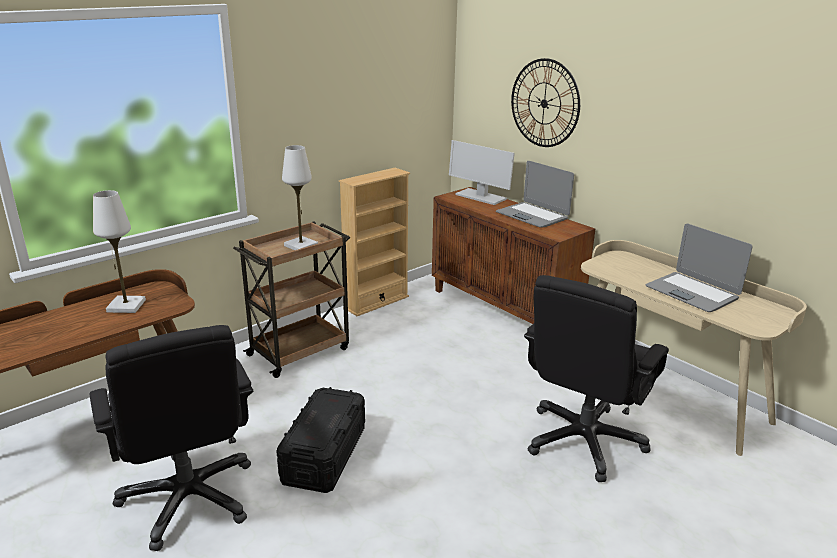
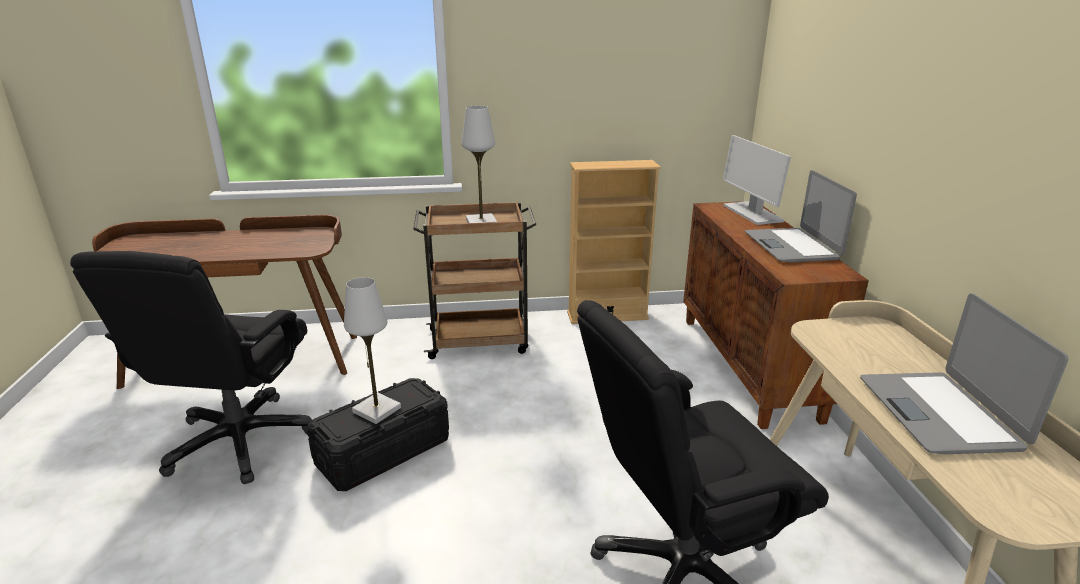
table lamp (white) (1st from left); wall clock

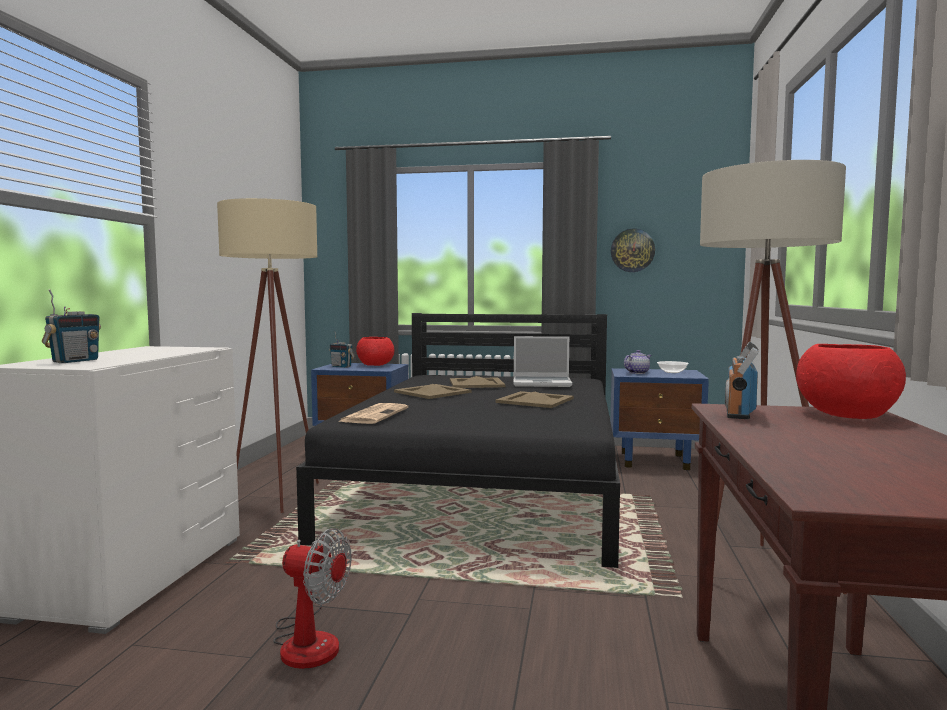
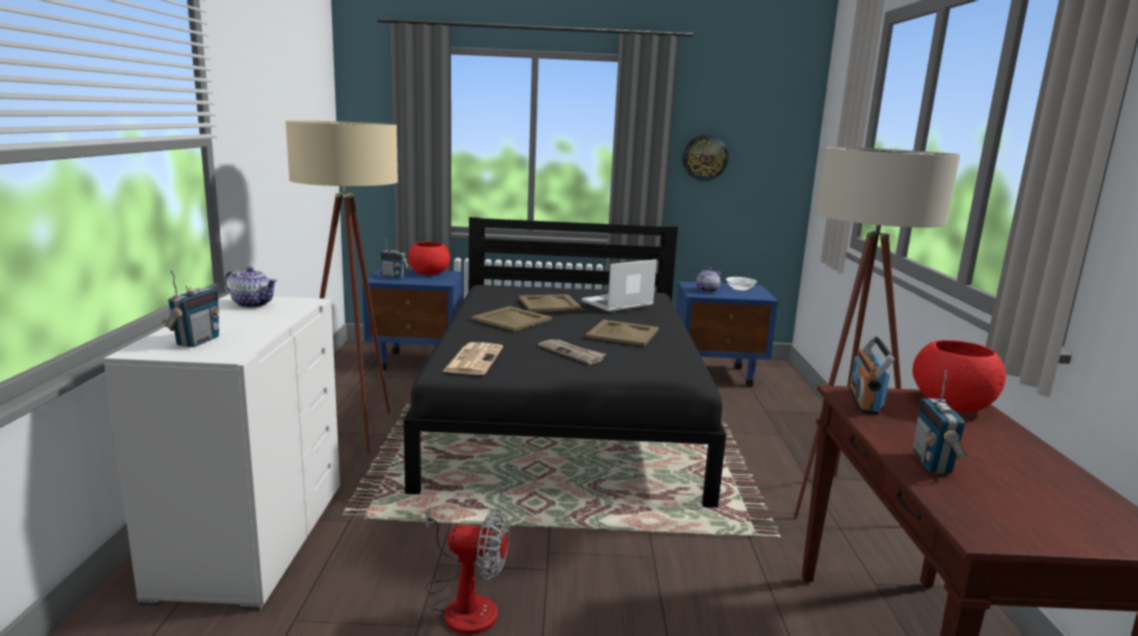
laptop; teapot (1st from left); newspaper (2nd from left); radio (4th from left)

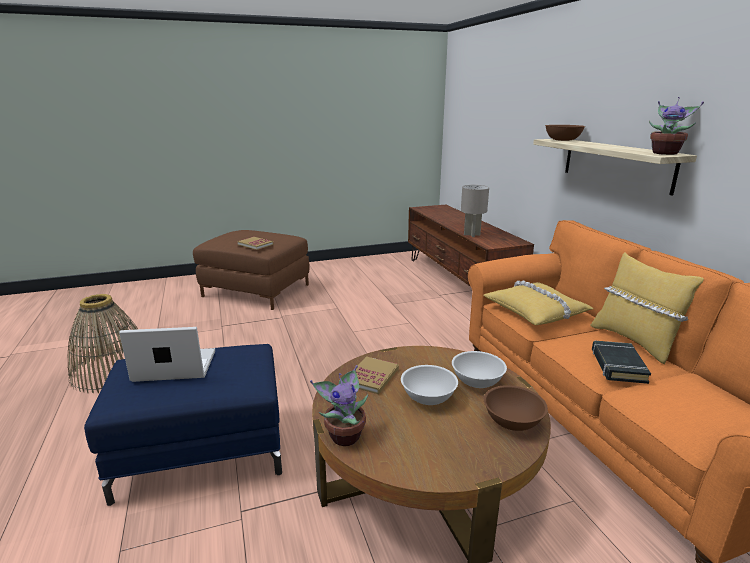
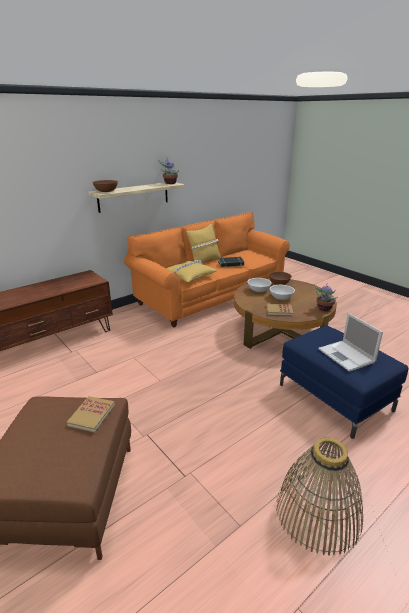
table lamp (grey)

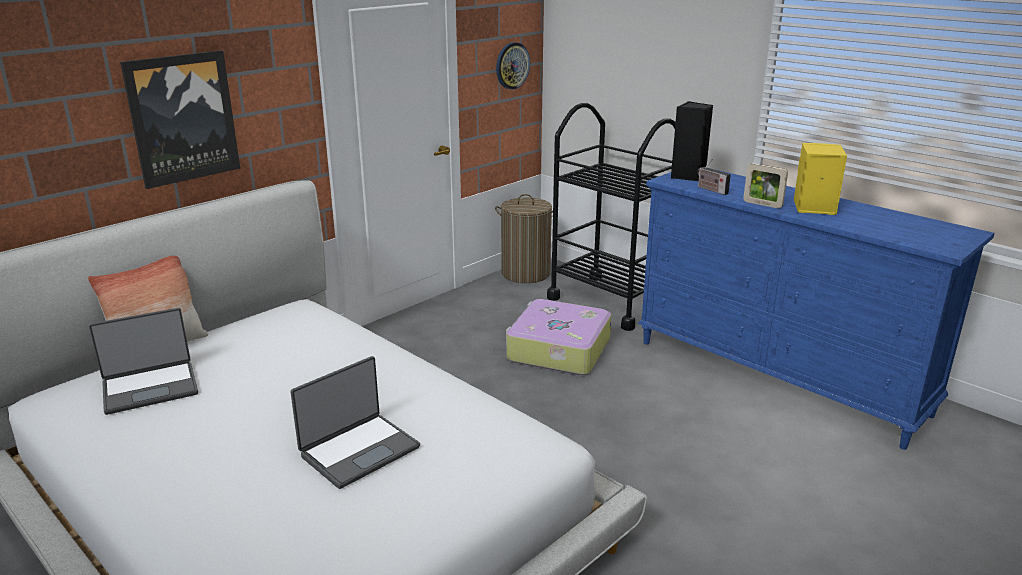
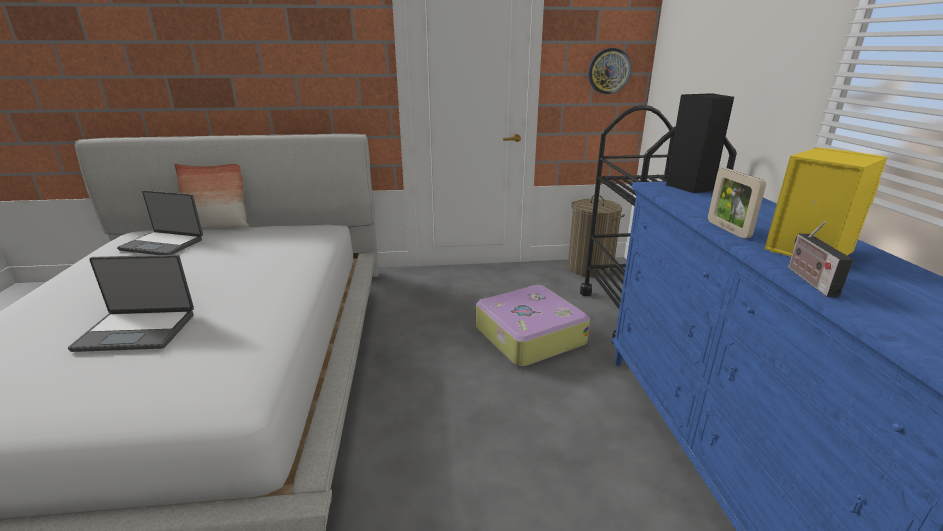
picture; radio

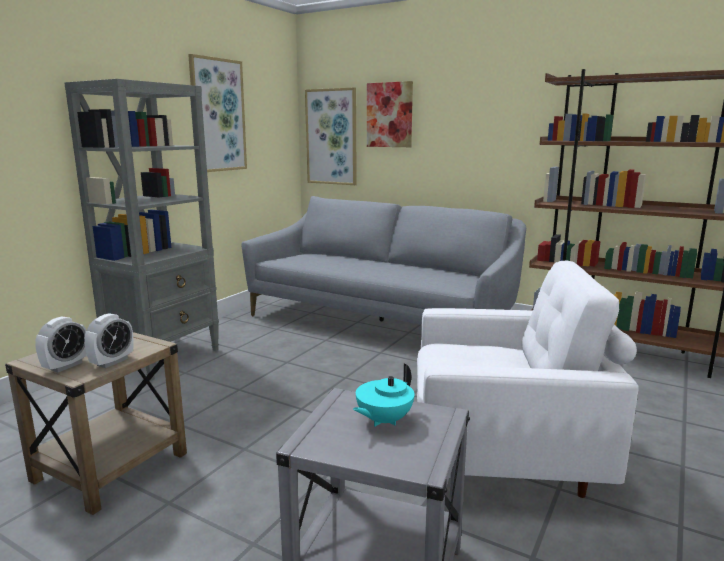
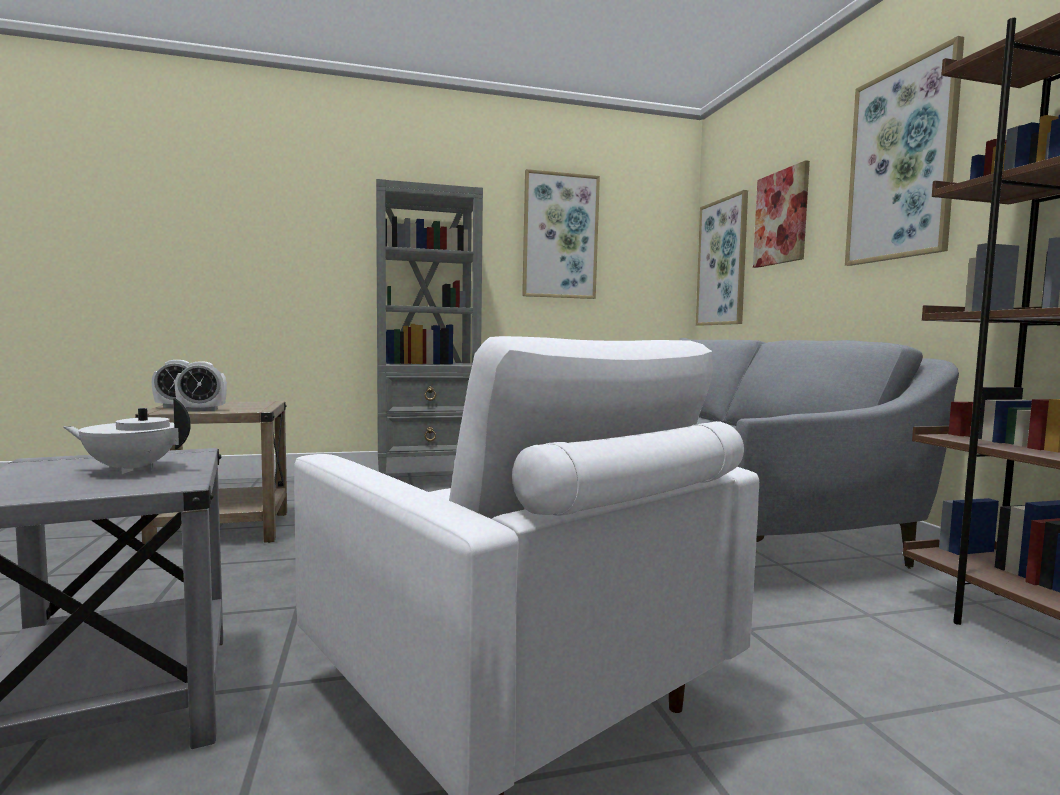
teapot (white); picture (4th from left)

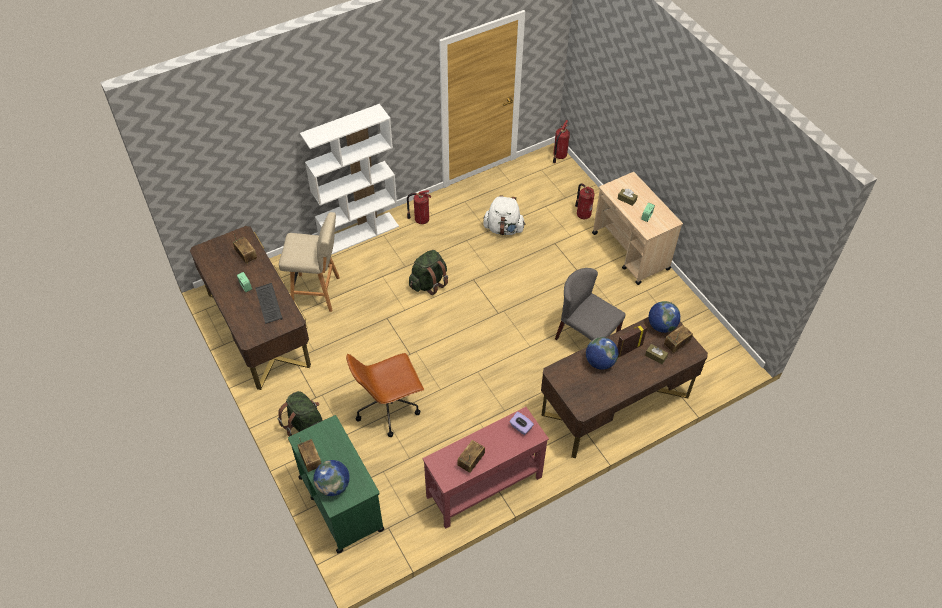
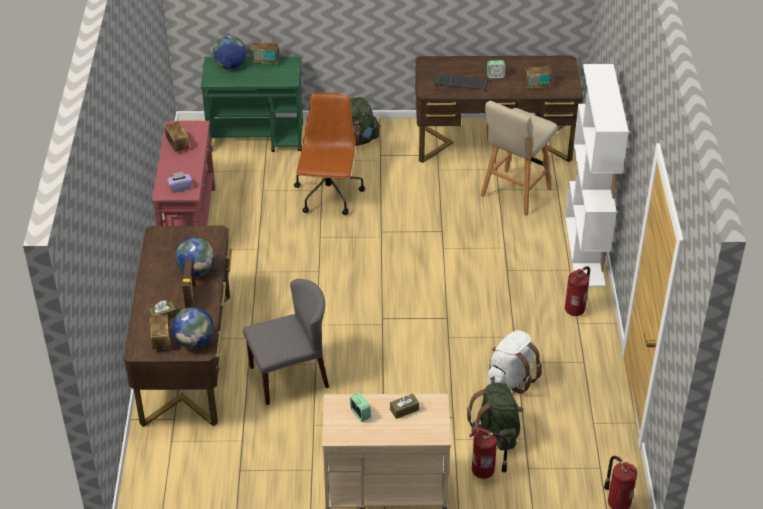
backpack (green) (2nd from left)

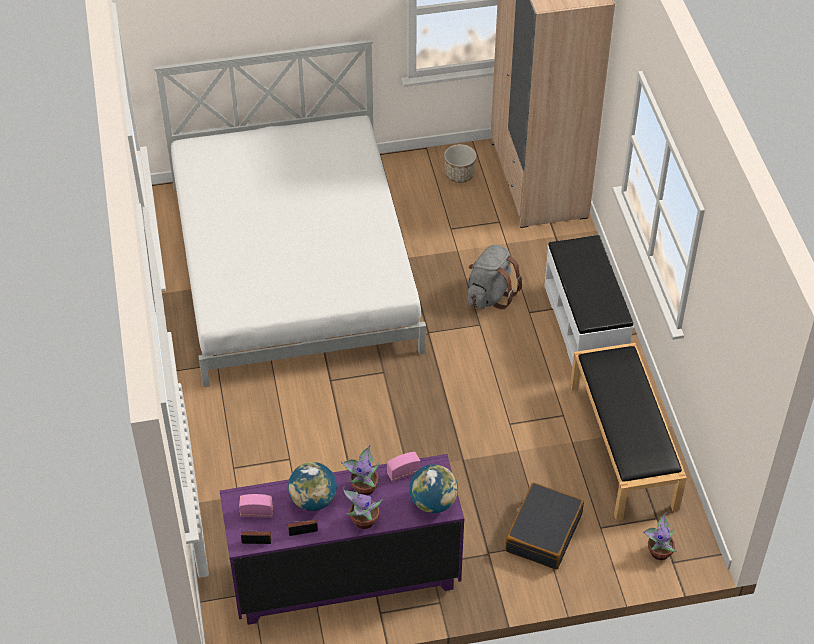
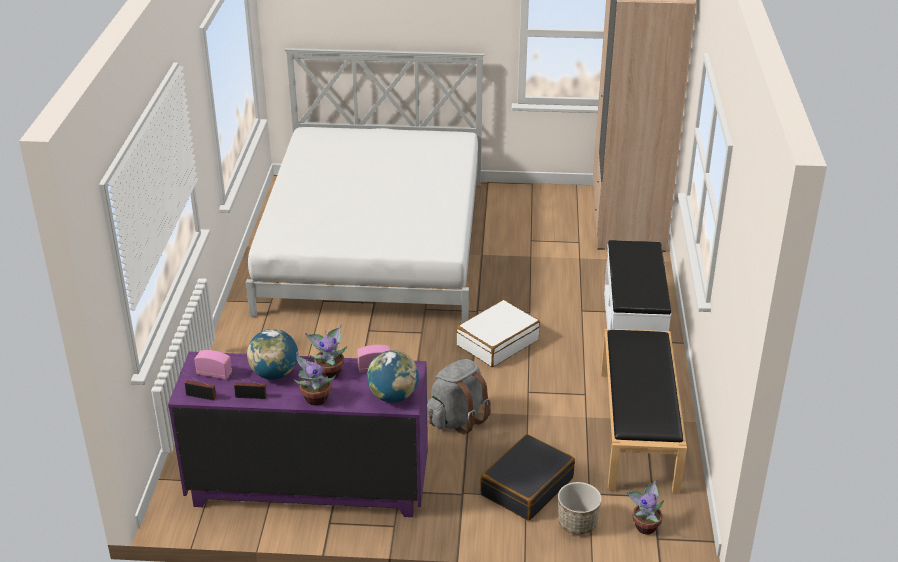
planter; backpack (grey); suitcase (white)

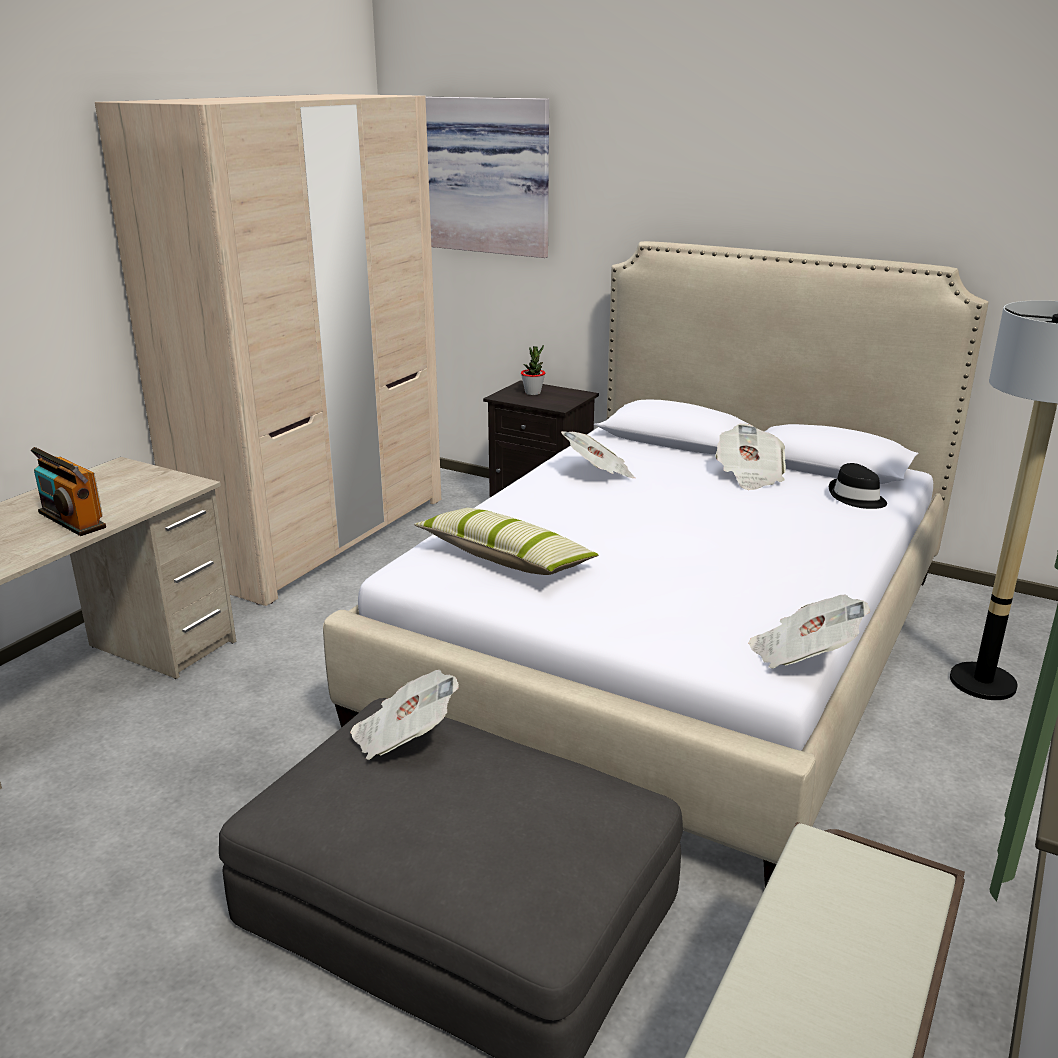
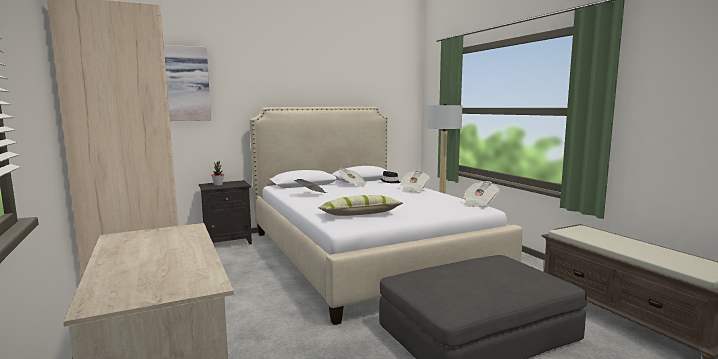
radio; newspaper (3rd from left)

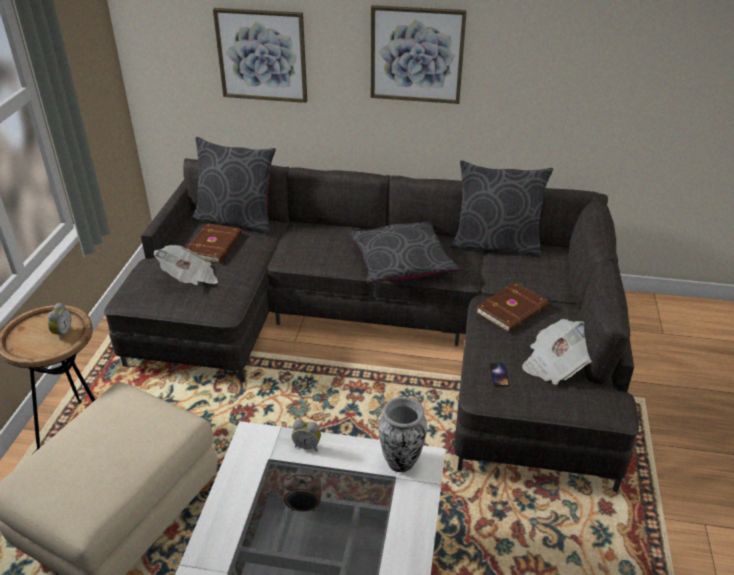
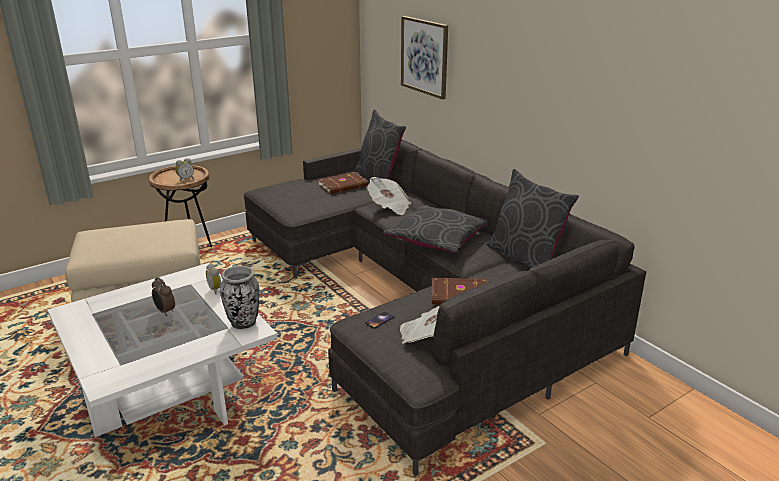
newspaper (1st from left); picture (2nd from left in the first image)

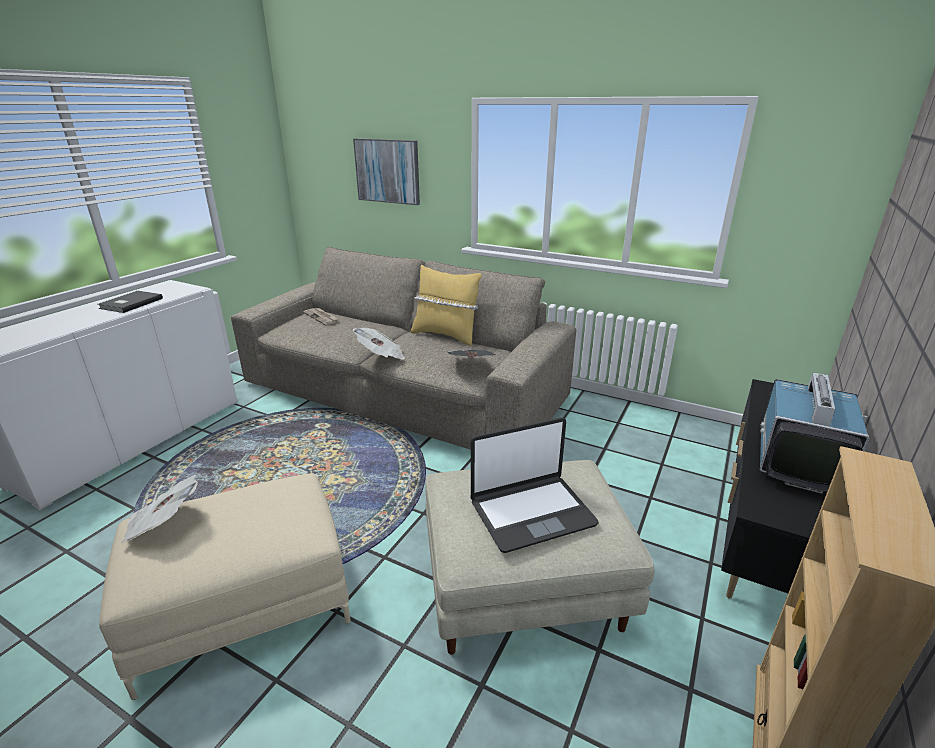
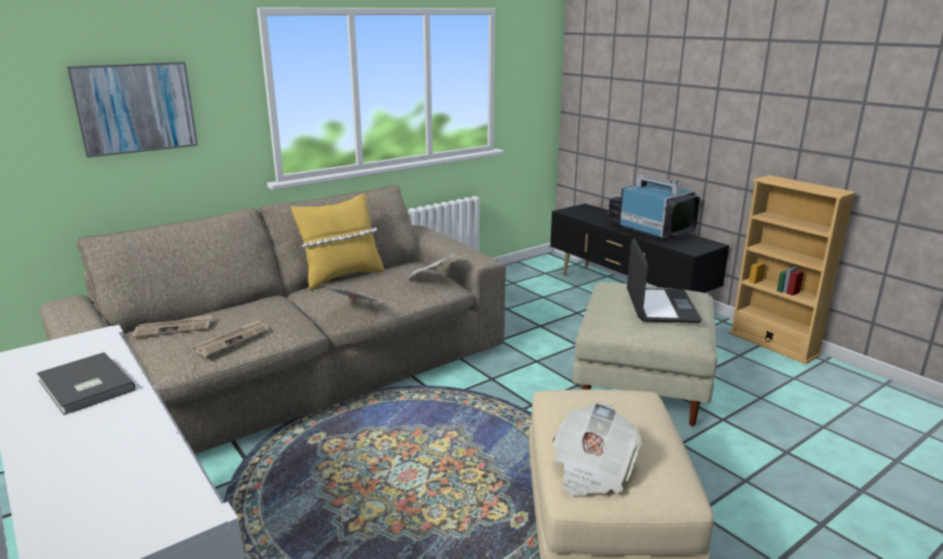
newspaper (2nd from left)

